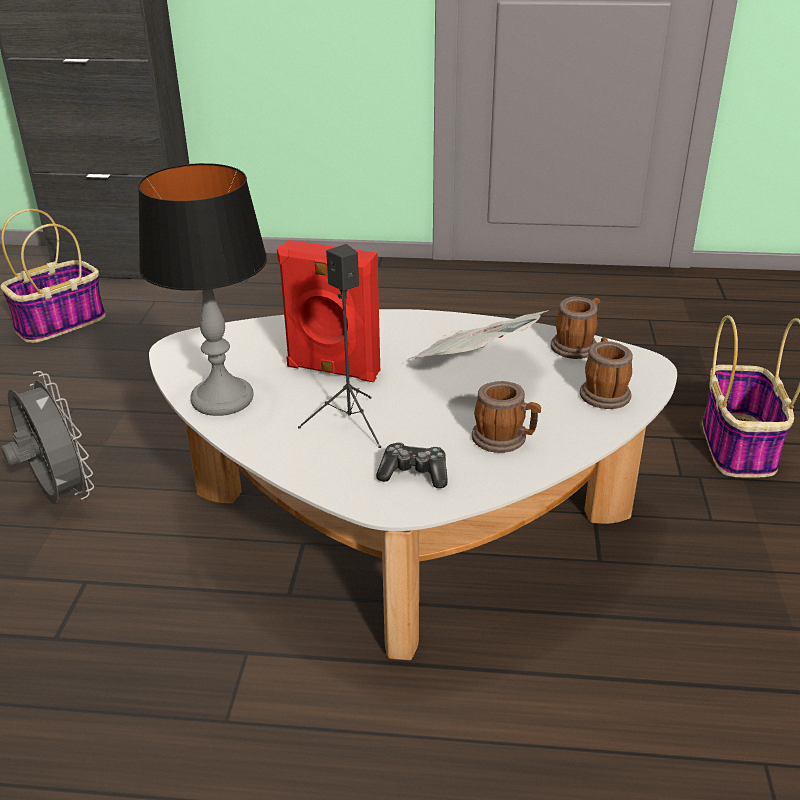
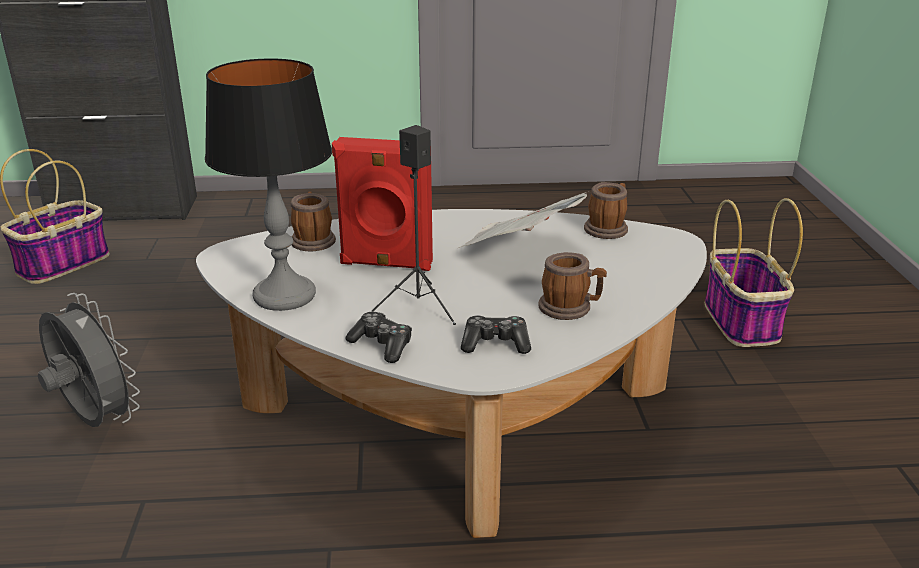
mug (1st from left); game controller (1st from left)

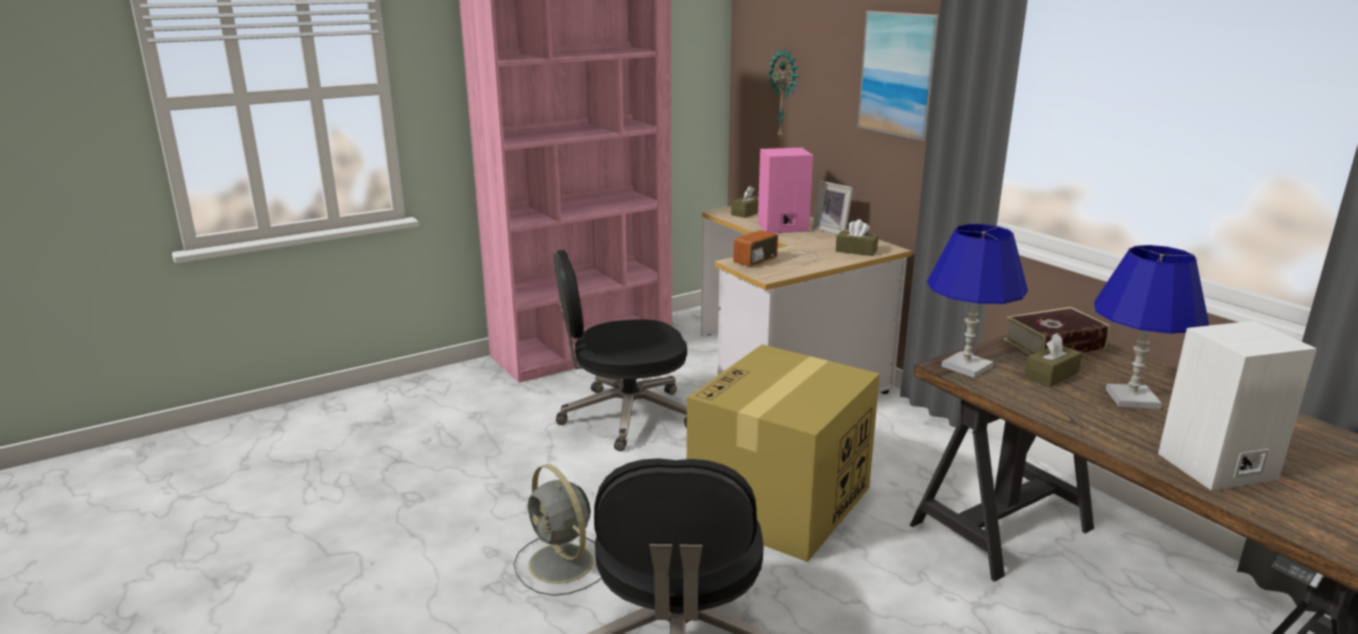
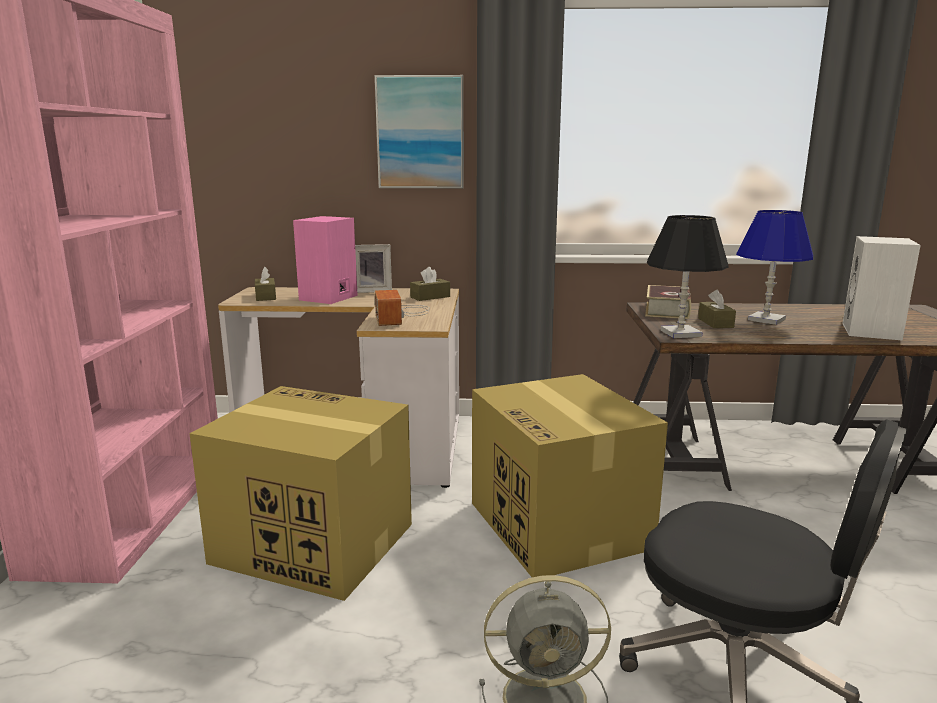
cardboard box (1st from left); wall clock; table lamp (black)

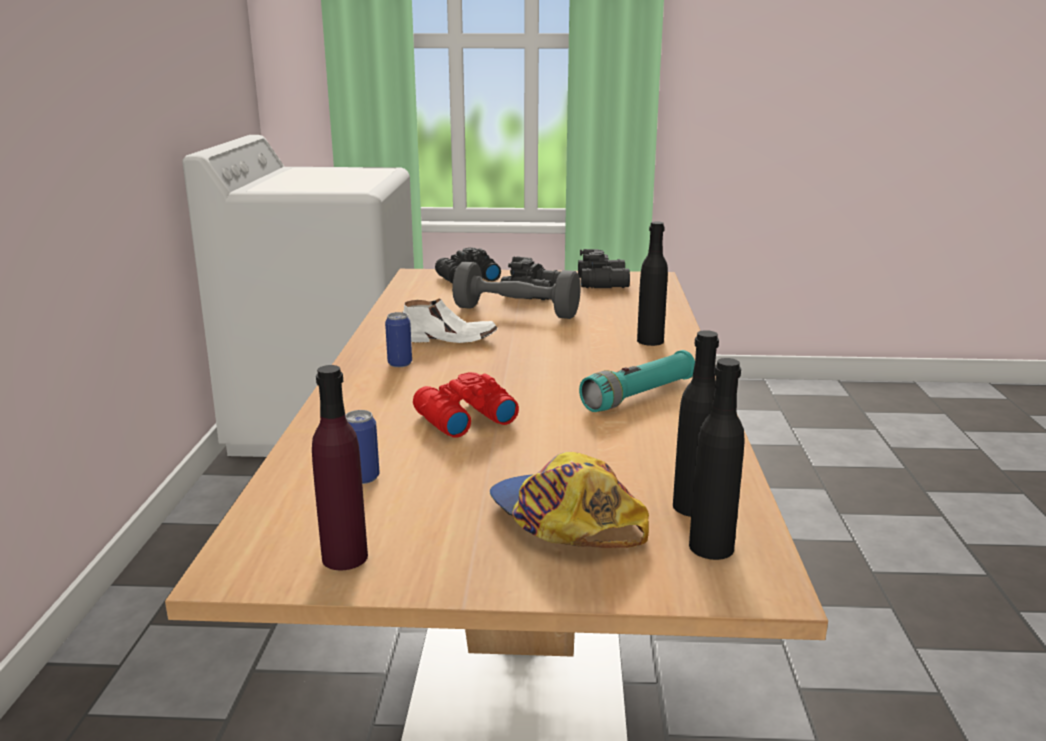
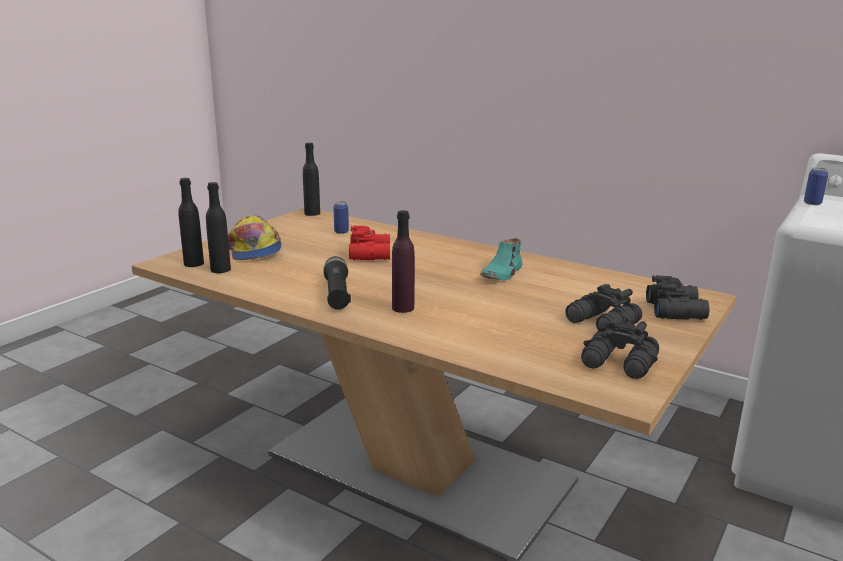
bottle (purple); can (2nd from left); shoe (turquoise); dumbbell (grey); cap; flashlight (black); bottle (black) (3rd from left)

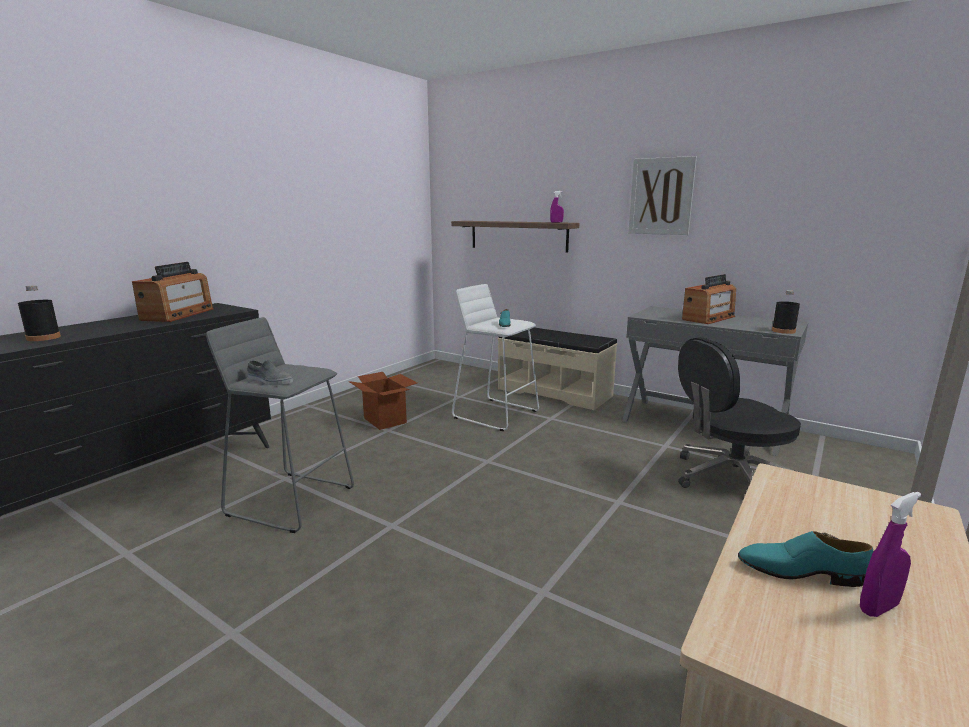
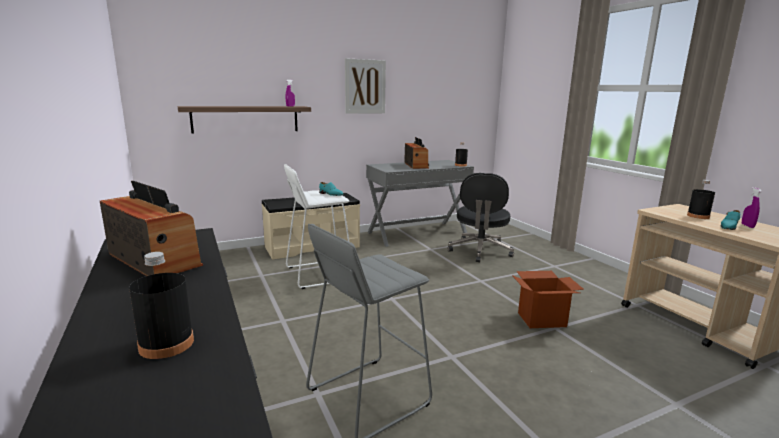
shoe (grey); cardboard box; bottle (black) (3rd from left)

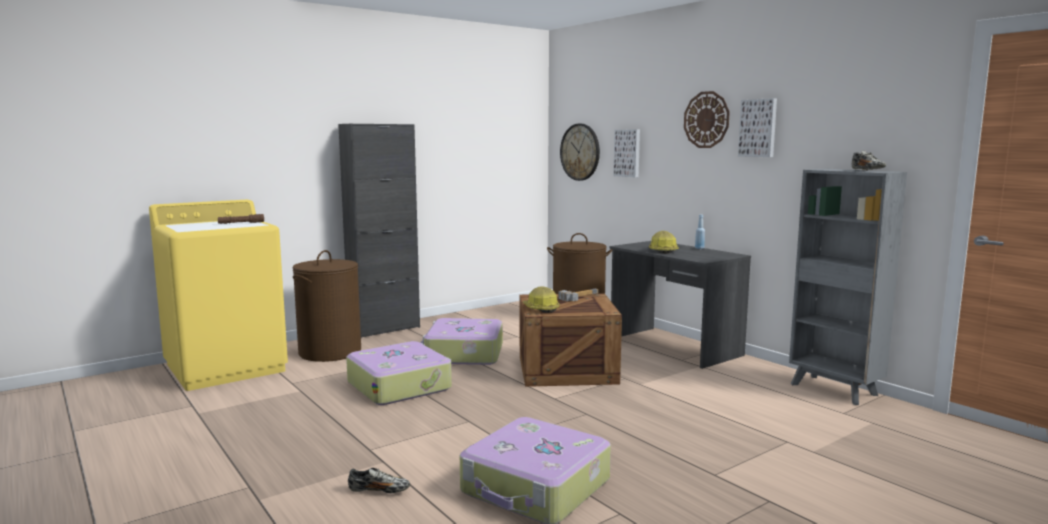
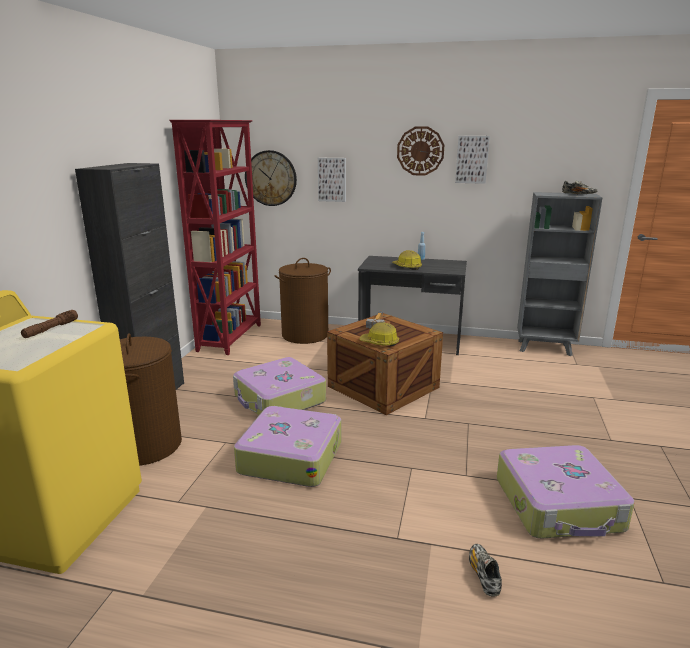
shoe (1st from left); bookcase (red)

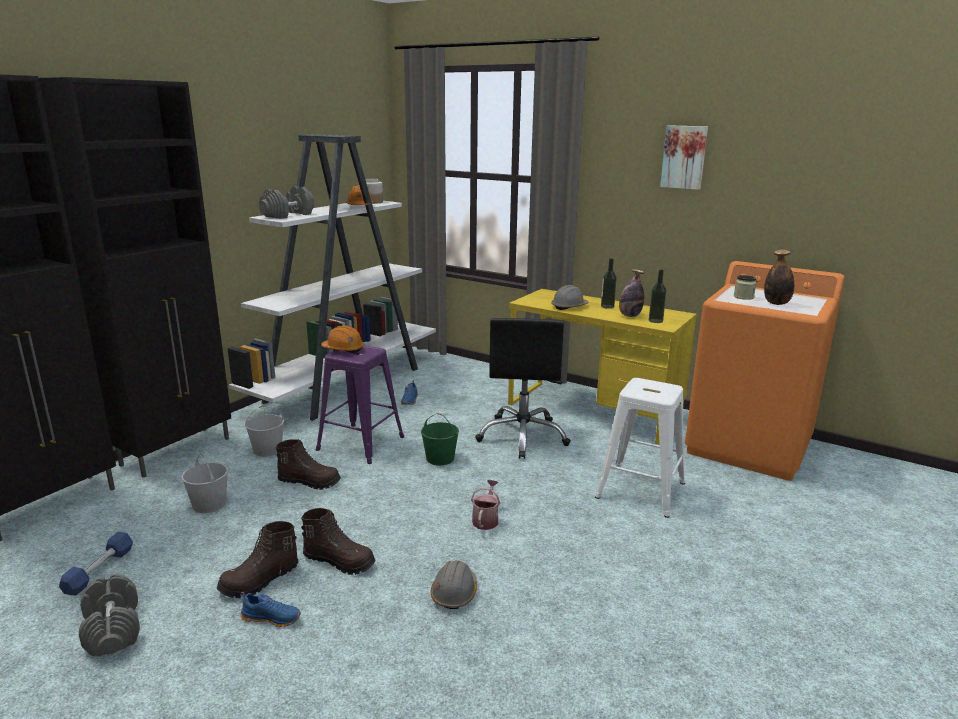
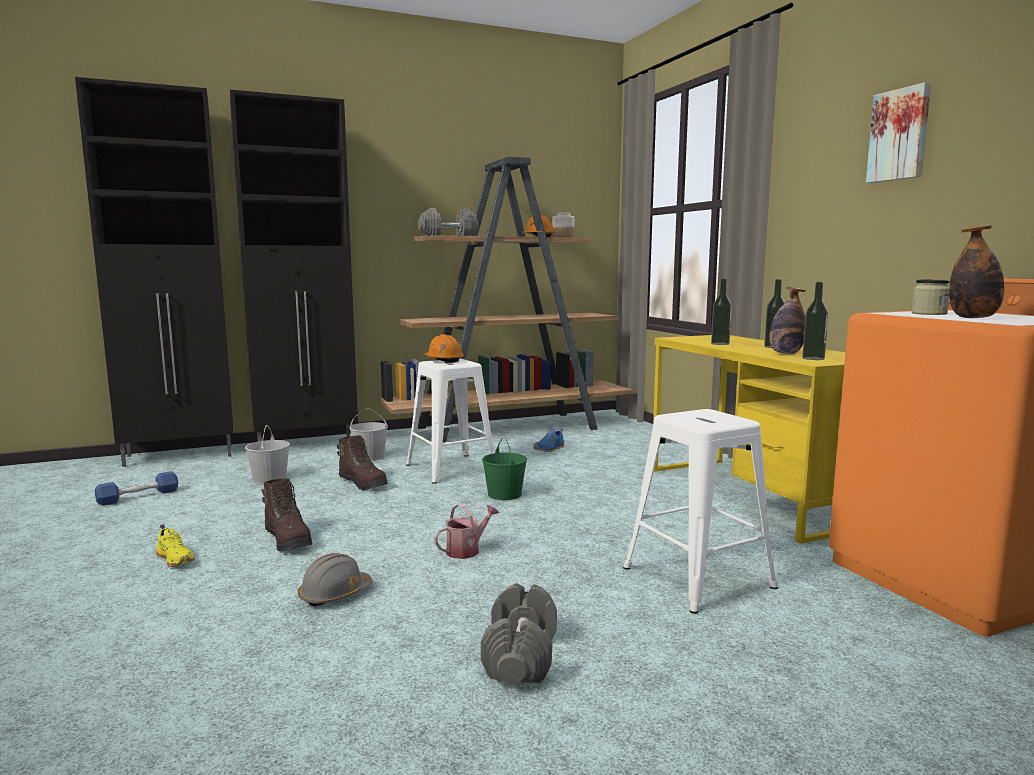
dumbbell (grey) (2nd from left); boot (brown) (1st from left in the first image); bookcase (brown); shoe (yellow); stool (white) (1st from left); office chair (black); bottle (1st from left)

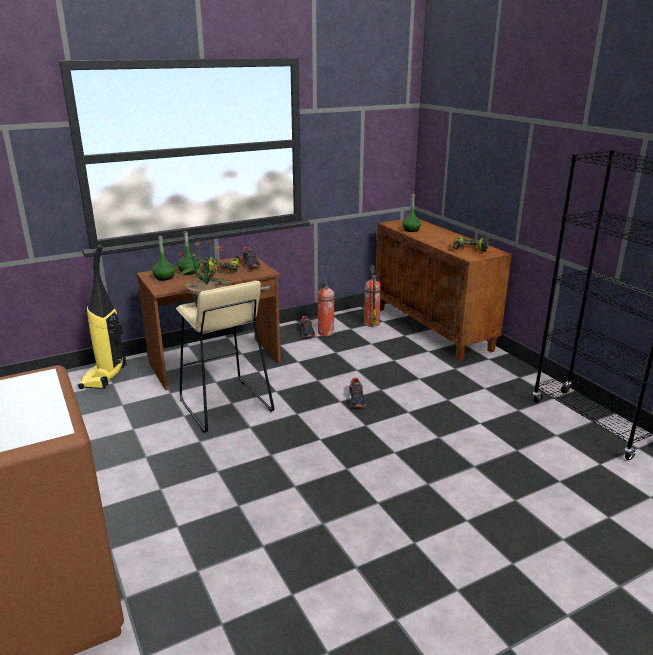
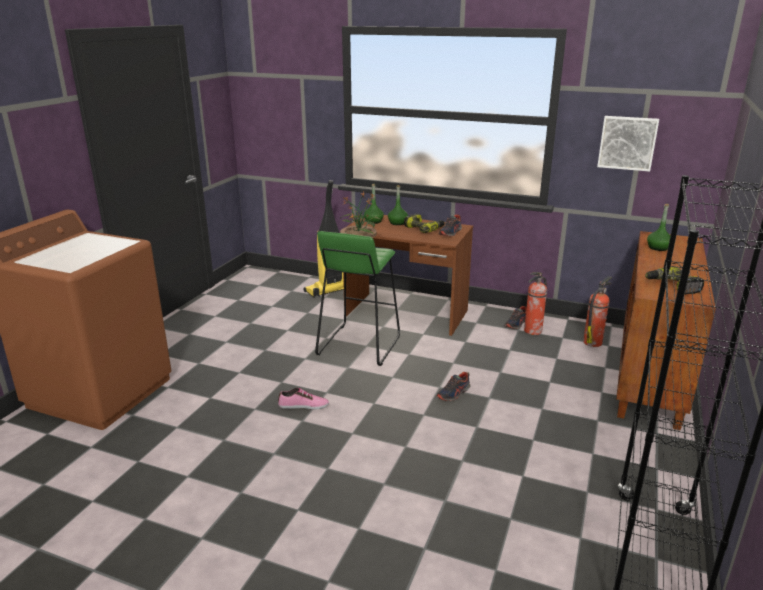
stool (green); shoe (1st from left); picture

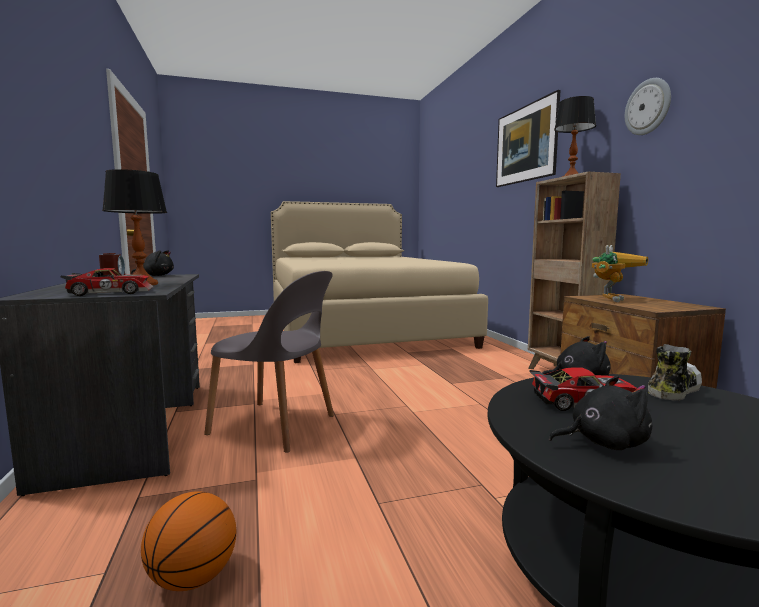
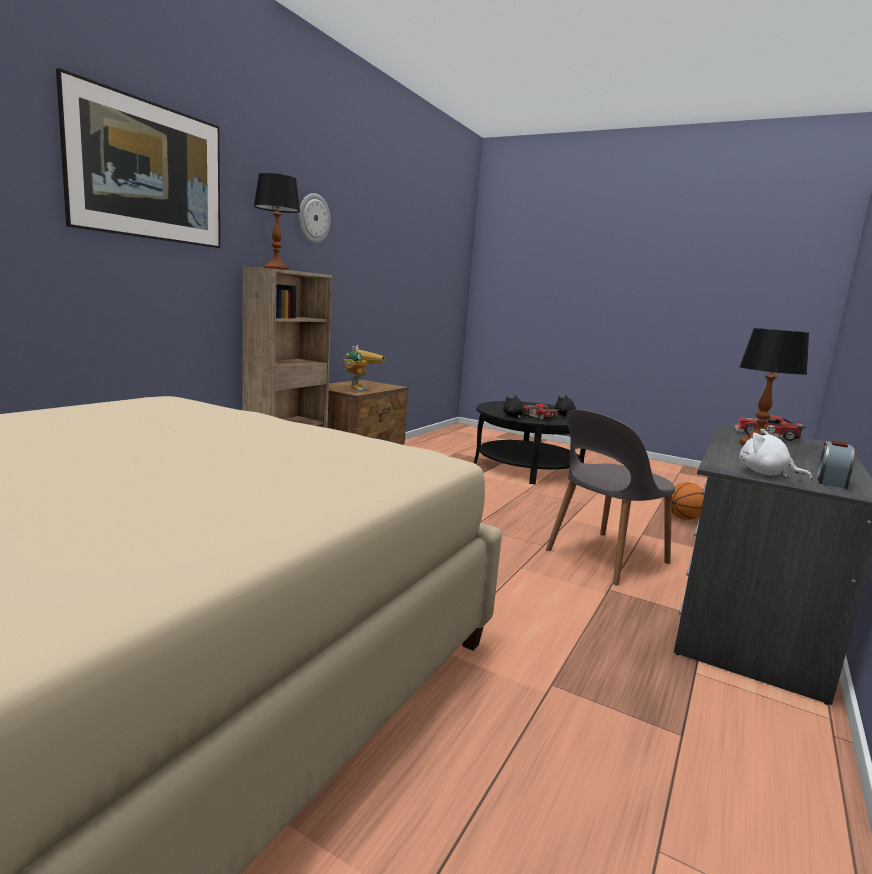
plush toy (white); chair (grey); toy robot; shoe

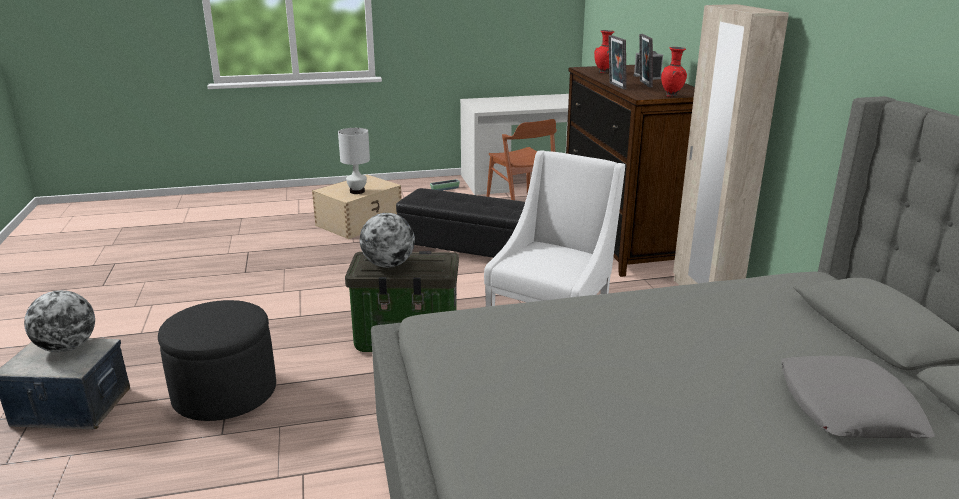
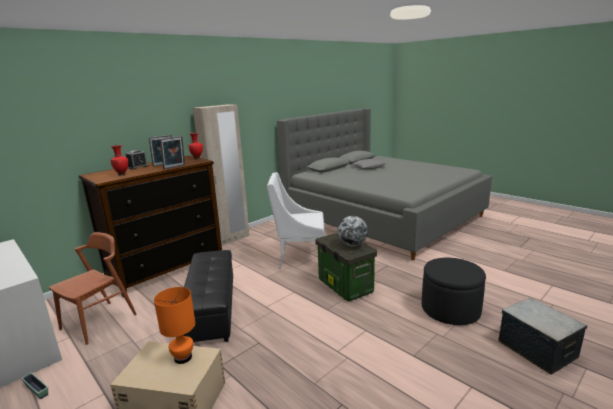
globe (1st from left in the first image); table lamp (orange)

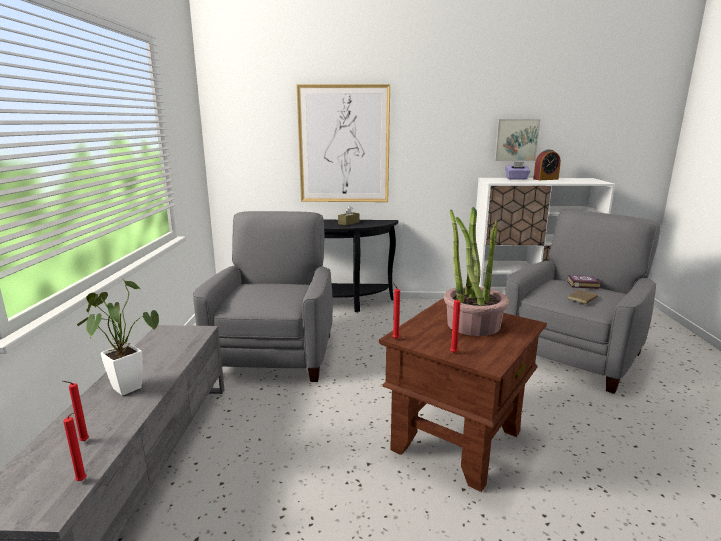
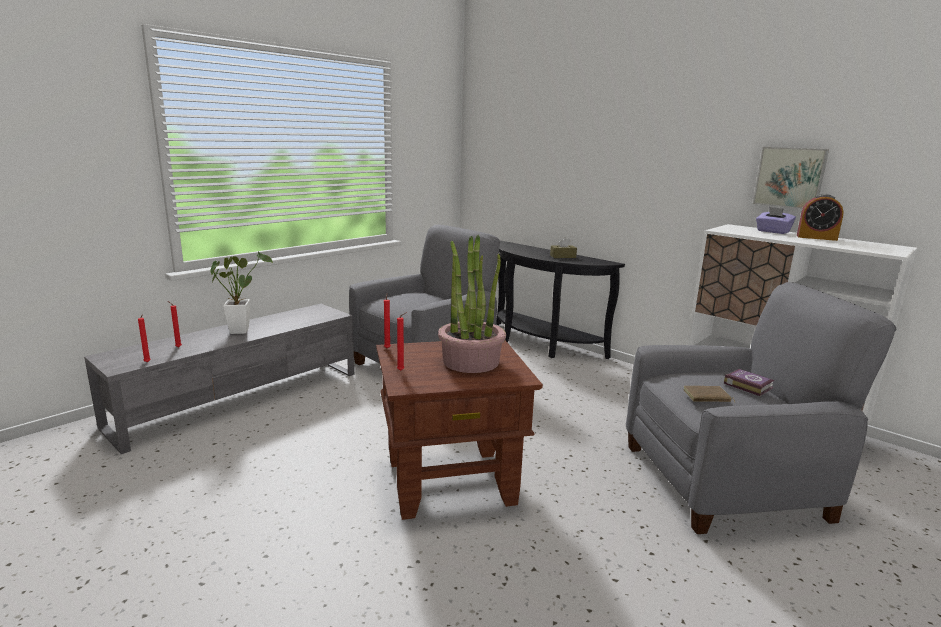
picture (1st from left in the first image)

